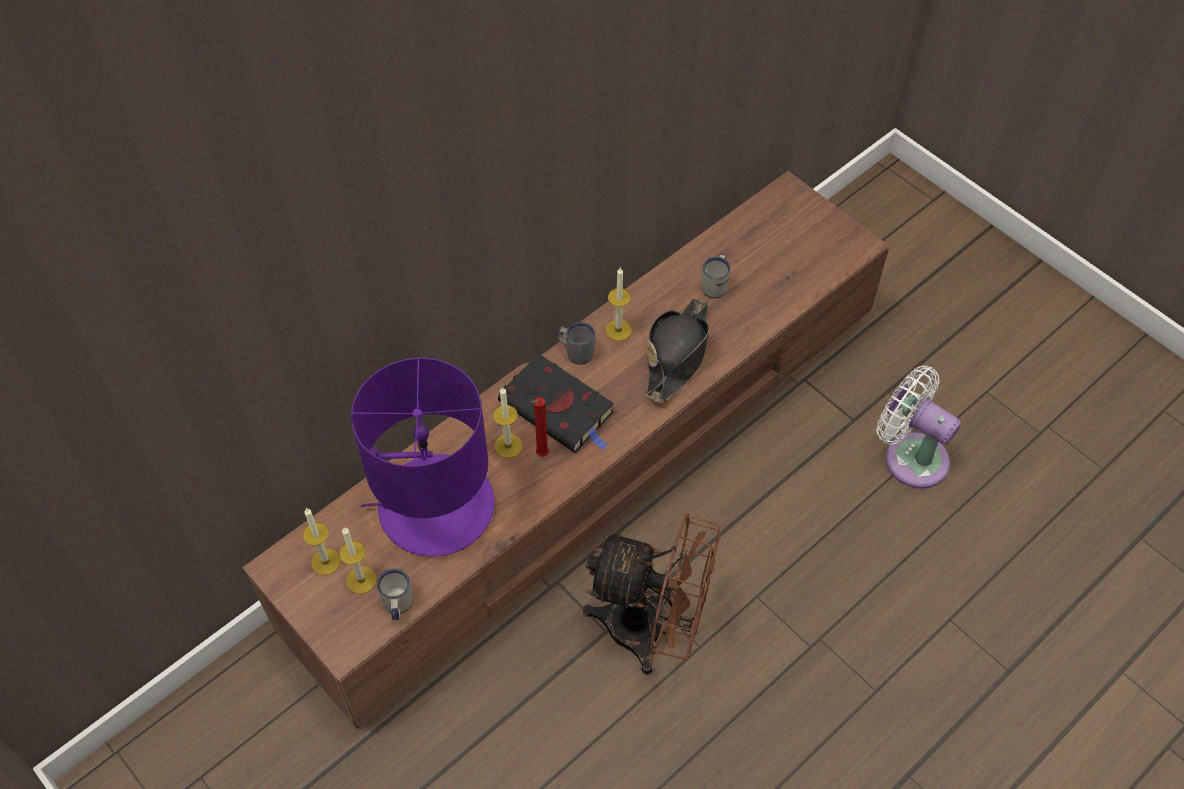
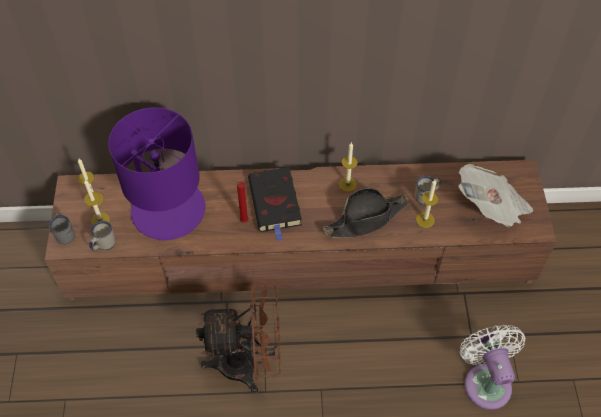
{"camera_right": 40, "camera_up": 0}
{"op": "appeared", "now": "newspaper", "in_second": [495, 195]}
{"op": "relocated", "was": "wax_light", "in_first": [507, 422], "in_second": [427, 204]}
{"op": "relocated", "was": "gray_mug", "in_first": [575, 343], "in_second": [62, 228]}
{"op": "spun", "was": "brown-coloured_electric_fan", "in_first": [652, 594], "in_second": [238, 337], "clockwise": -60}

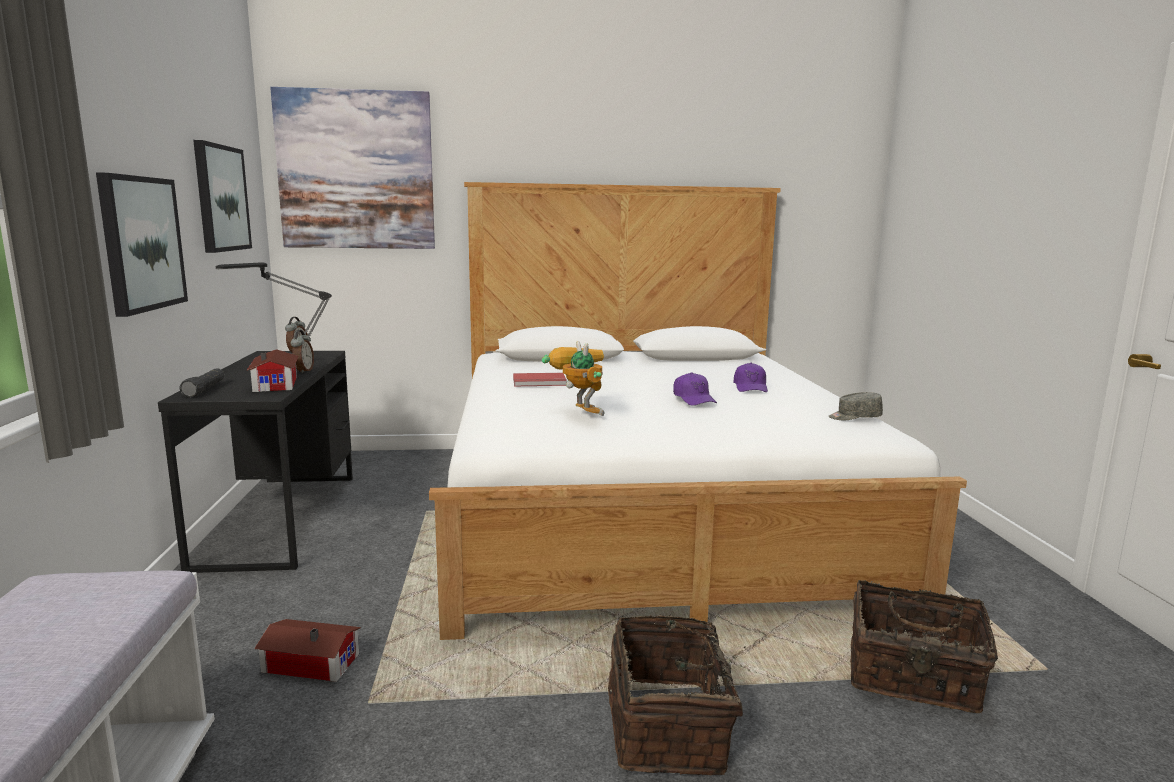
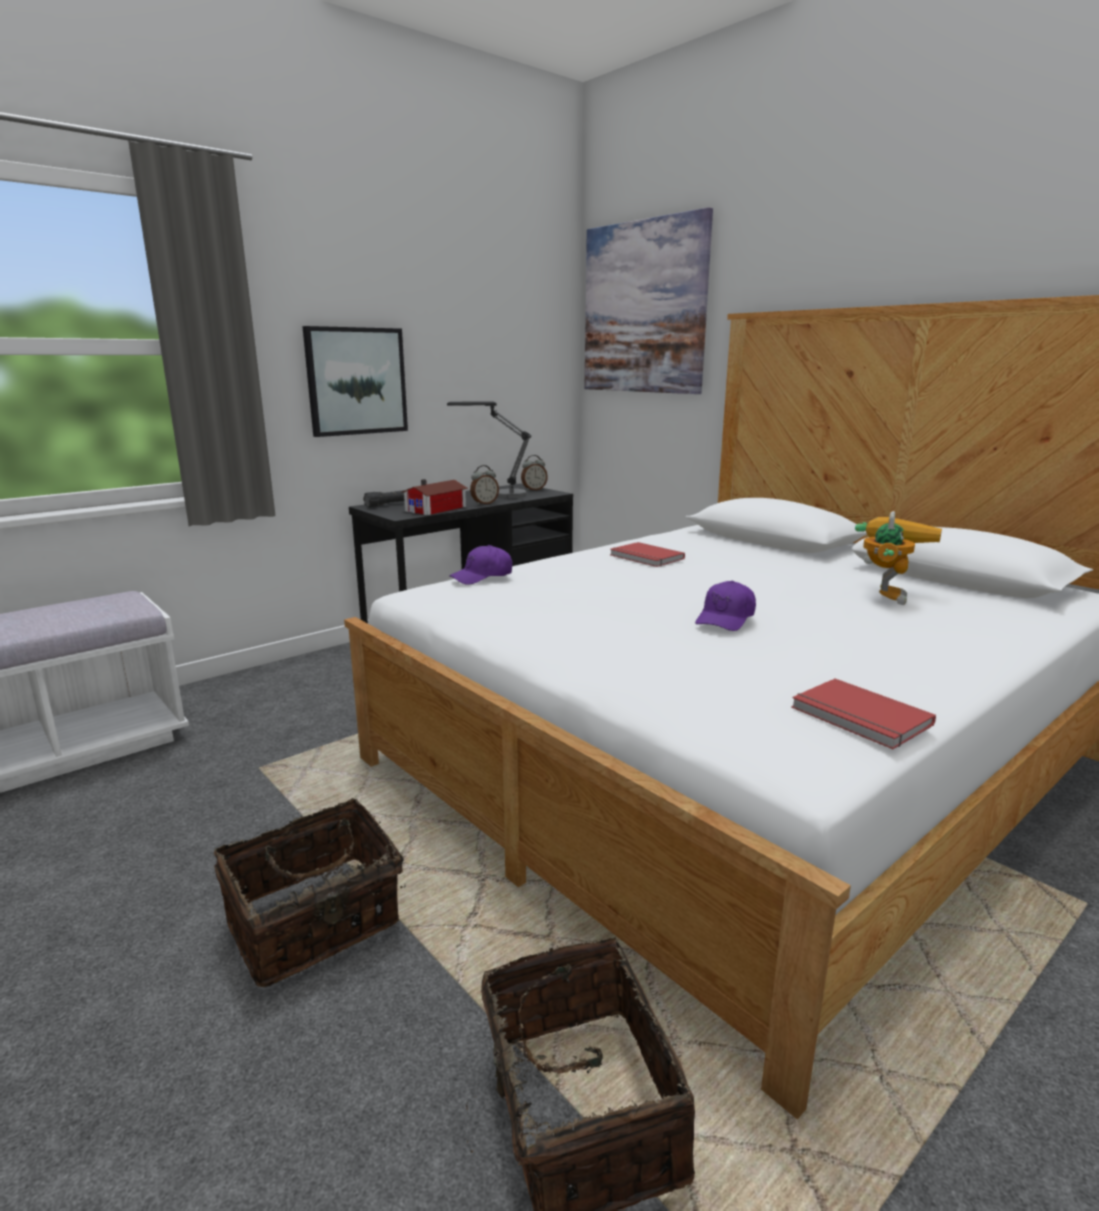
{"camera_right": 55, "camera_up": 5}
{"op": "missing", "was": "picture", "in_first": [222, 196]}
{"op": "missing", "was": "miniature_house", "in_first": [307, 650]}
{"op": "relocated", "was": "robot_figure", "in_first": [573, 378], "in_second": [898, 558]}
{"op": "relocated", "was": "purple-coloured_peaked_cap", "in_first": [750, 377], "in_second": [480, 565]}
{"op": "exchanged", "was": "gray_peaked_cap", "now": "reddish_bound_book", "in_first": [856, 406], "in_second": [863, 713]}

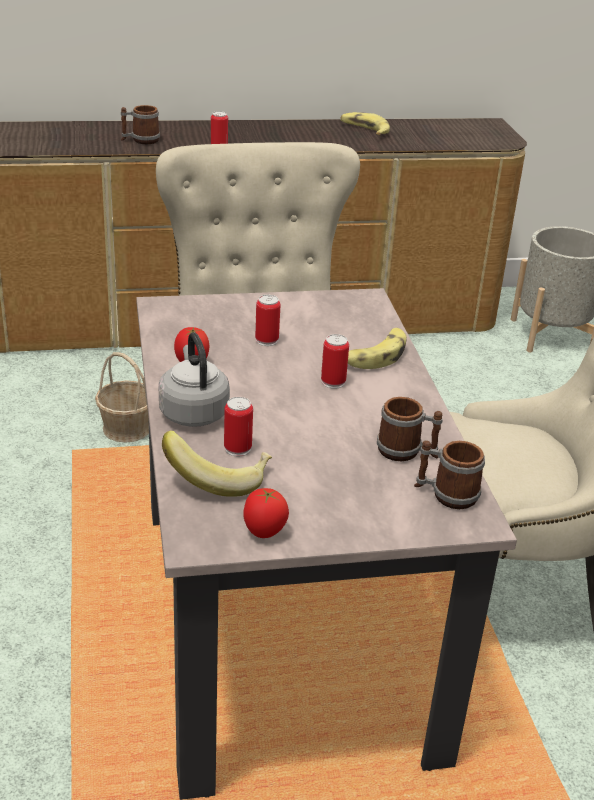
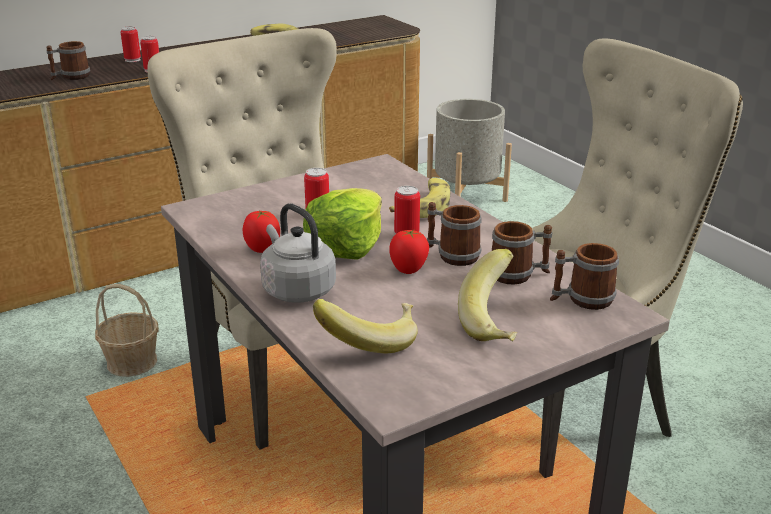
{"camera_right": -20, "camera_up": -5}
{"op": "appeared", "now": "lettuce", "in_second": [342, 224]}
{"op": "appeared", "now": "mug", "in_second": [454, 234]}
{"op": "appeared", "now": "banana", "in_second": [487, 295]}
{"op": "relocated", "was": "sealed_can", "in_first": [238, 426], "in_second": [131, 44]}
{"op": "relocated", "was": "fresh_tomato", "in_first": [266, 513], "in_second": [409, 251]}

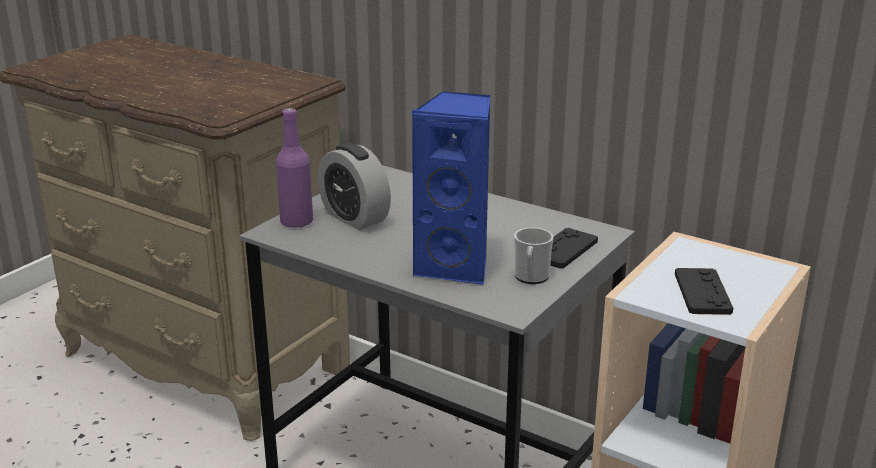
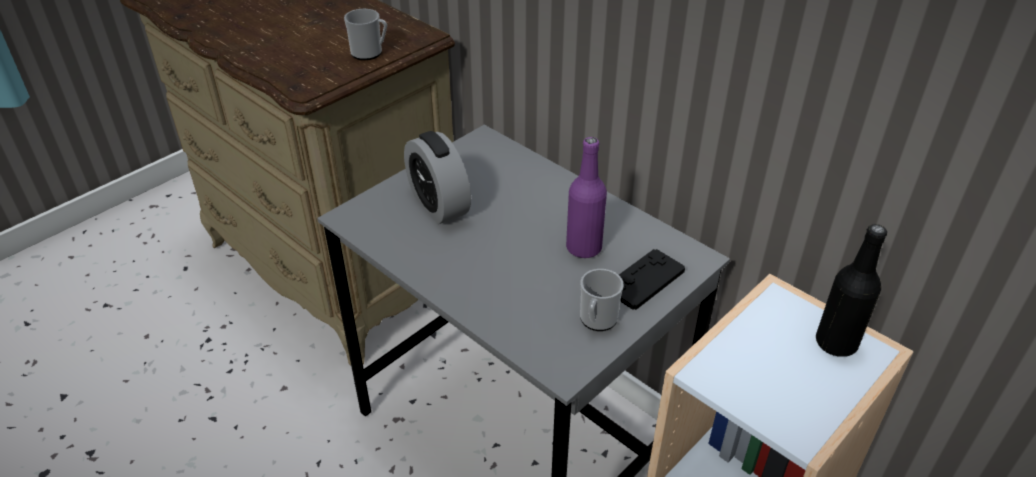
{"camera_right": 10, "camera_up": 15}
{"op": "missing", "was": "blue-coloured_audio_speaker", "in_first": [450, 188]}
{"op": "missing", "was": "black-coloured_game_controller", "in_first": [704, 291]}
{"op": "appeared", "now": "mug", "in_second": [365, 34]}
{"op": "appeared", "now": "black-coloured_drink_bottle", "in_second": [851, 290]}
{"op": "relocated", "was": "purple-coloured_drink_bottle", "in_first": [294, 168], "in_second": [586, 197]}

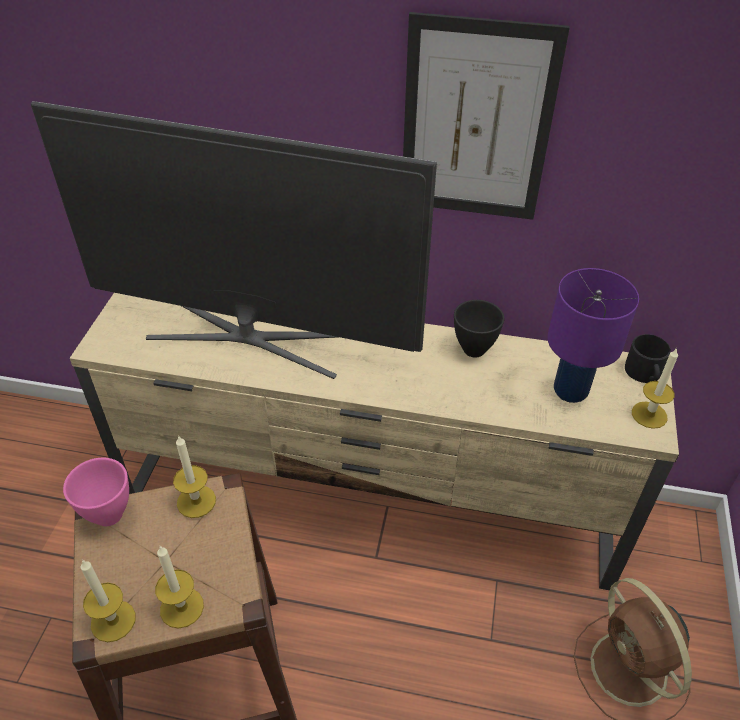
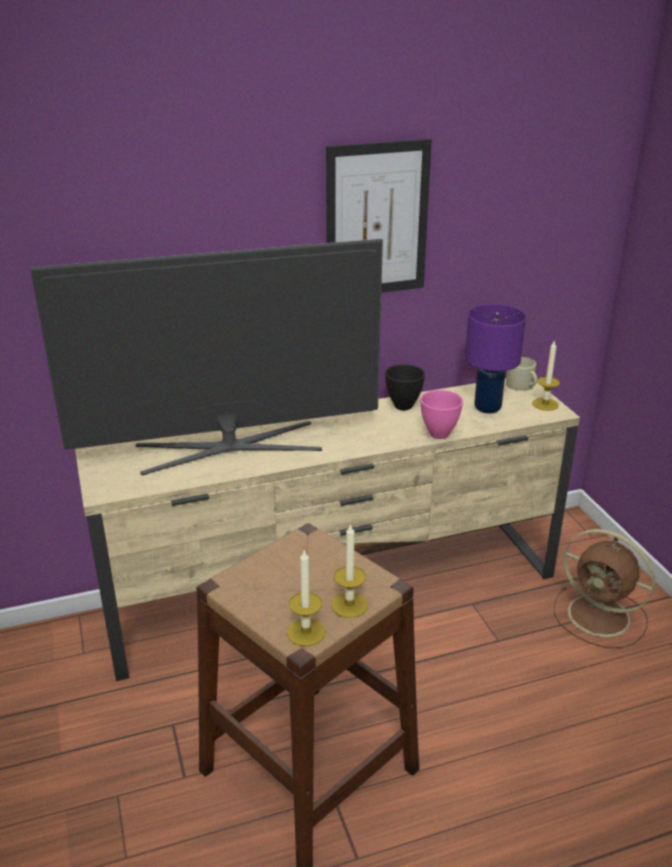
{"camera_right": -30, "camera_up": -15}
{"op": "missing", "was": "wax_light", "in_first": [194, 476]}
{"op": "relocated", "was": "pink-coloured_serving_bowl", "in_first": [96, 492], "in_second": [441, 414]}
{"op": "colour", "was": "black-coloured_mug", "now": "beige_mug", "in_first": [648, 358], "in_second": [522, 374]}

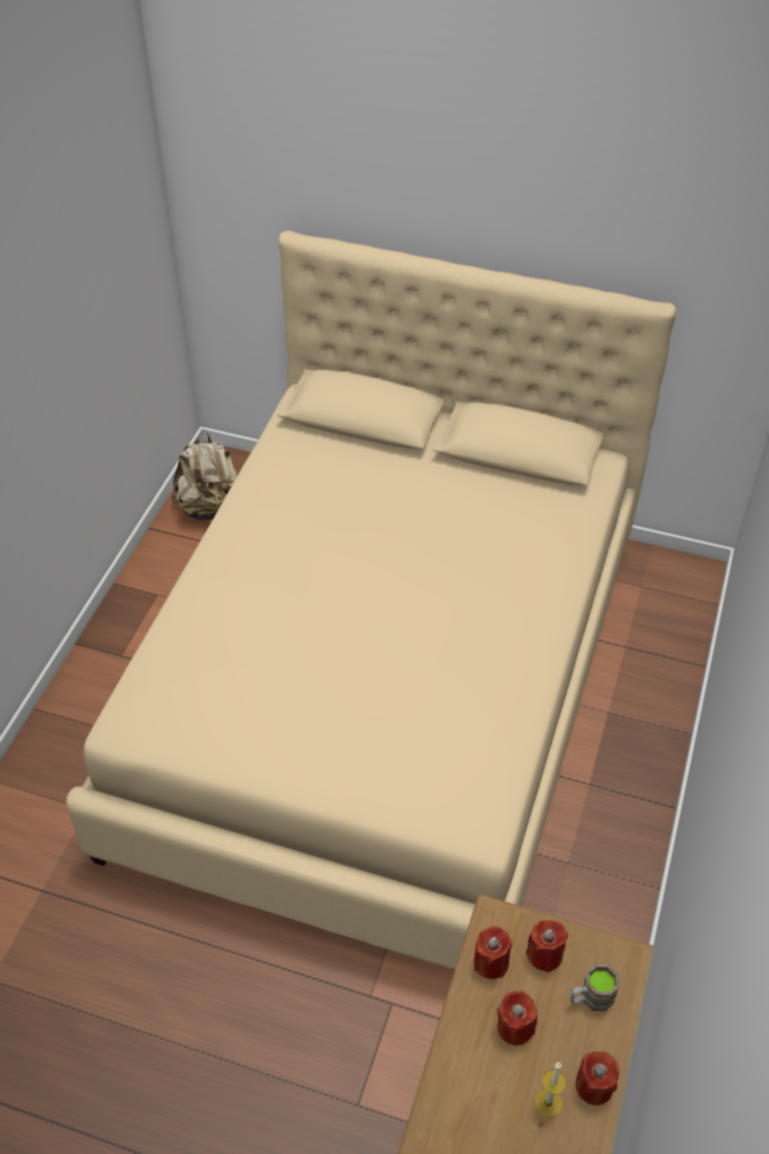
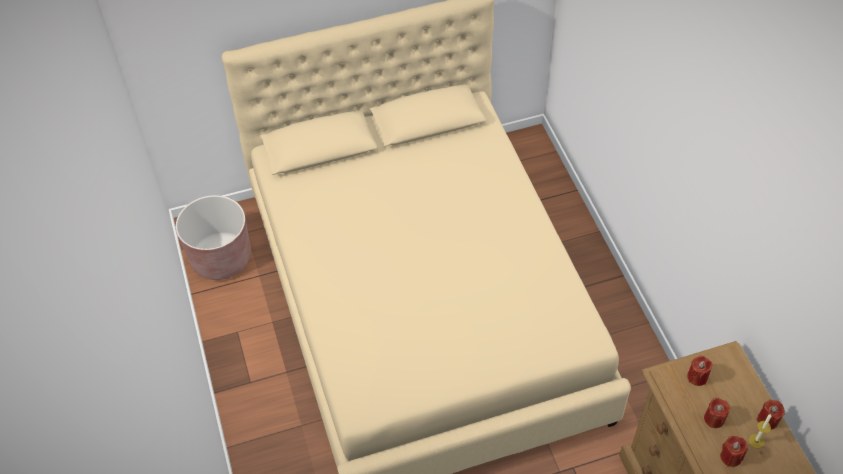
{"camera_right": -35, "camera_up": 5}
{"op": "missing", "was": "brown-coloured_mug", "in_first": [595, 988]}
{"op": "relocated", "was": "reddish_wax_light", "in_first": [493, 952], "in_second": [734, 451]}
{"op": "exchanged", "was": "beige_backpack", "now": "brown-coloured_plant_pot", "in_first": [204, 476], "in_second": [213, 237]}

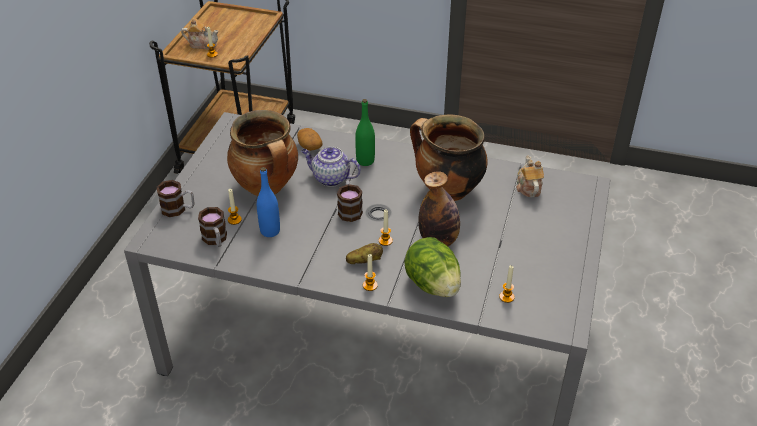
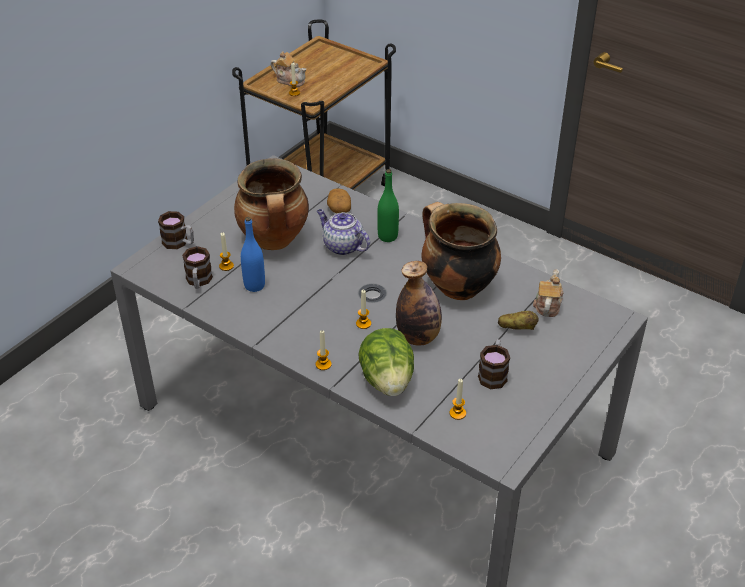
{"camera_right": 20, "camera_up": 0}
{"op": "relocated", "was": "mug", "in_first": [350, 201], "in_second": [494, 364]}
{"op": "relocated", "was": "whole_potato", "in_first": [364, 253], "in_second": [518, 320]}

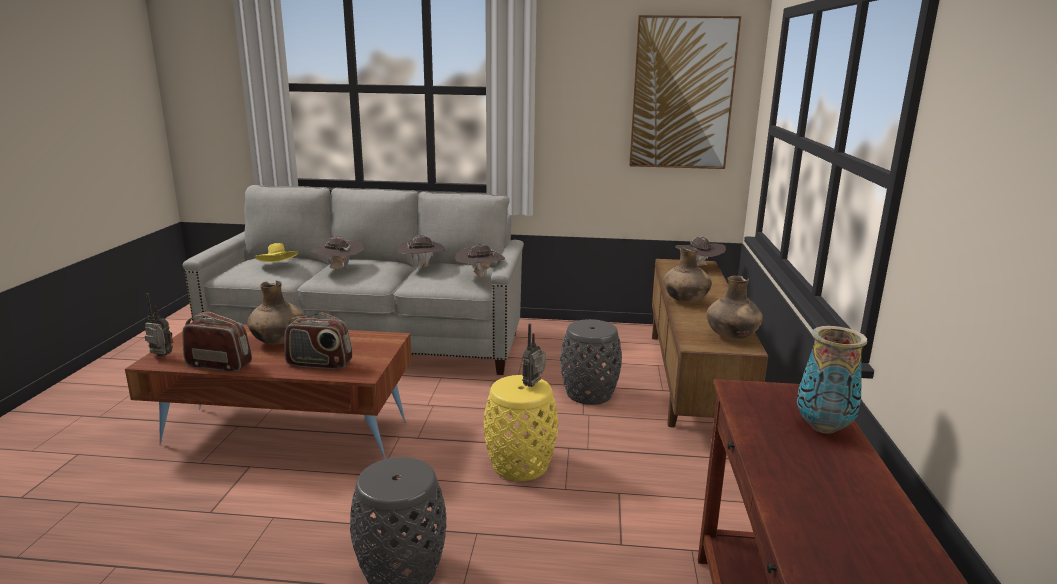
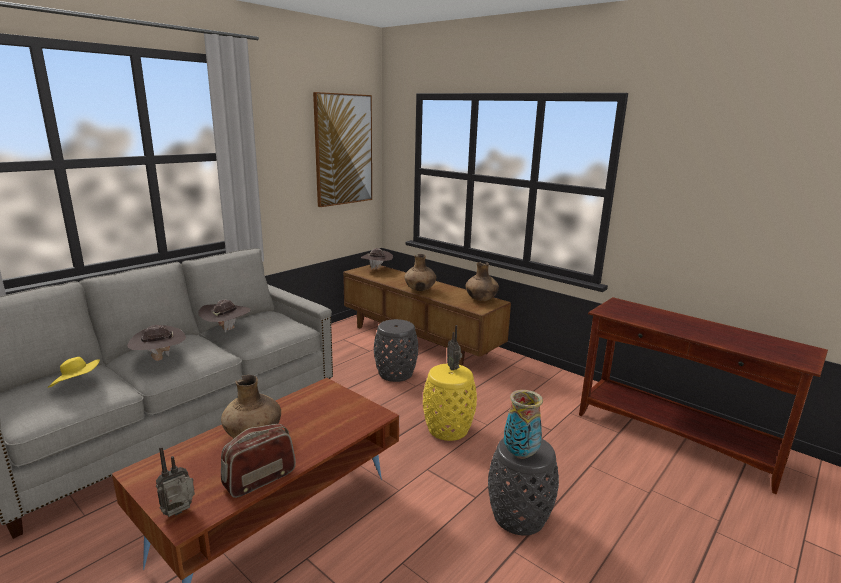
{"camera_right": -55, "camera_up": 0}
{"op": "missing", "was": "radio", "in_first": [318, 341]}
{"op": "missing", "was": "brown-coloured_clothing_hat", "in_first": [480, 260]}
{"op": "relocated", "was": "flower_vase", "in_first": [832, 380], "in_second": [523, 424]}

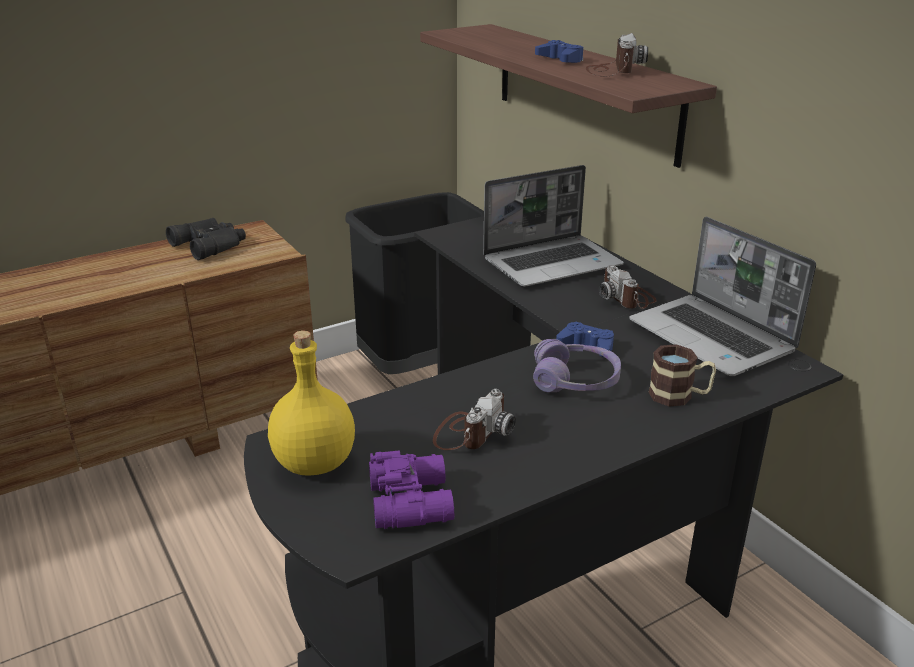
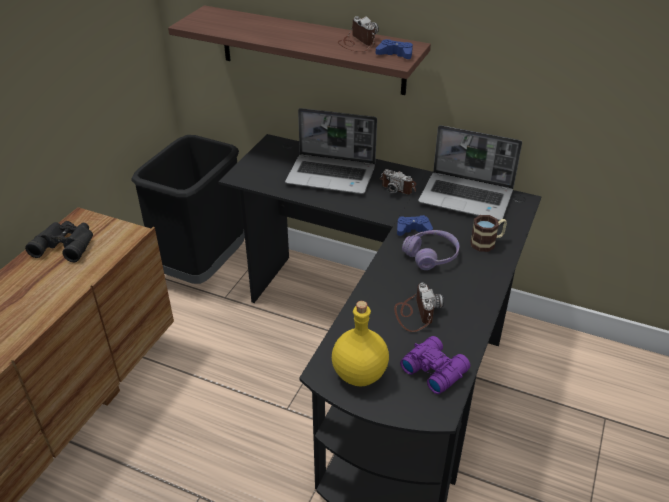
{"camera_right": -35, "camera_up": 10}
{"op": "relocated", "was": "blue-coloured_game_controller", "in_first": [559, 51], "in_second": [394, 49]}
{"op": "spun", "was": "laptop", "in_first": [553, 226], "in_second": [331, 151], "clockwise": 75}

